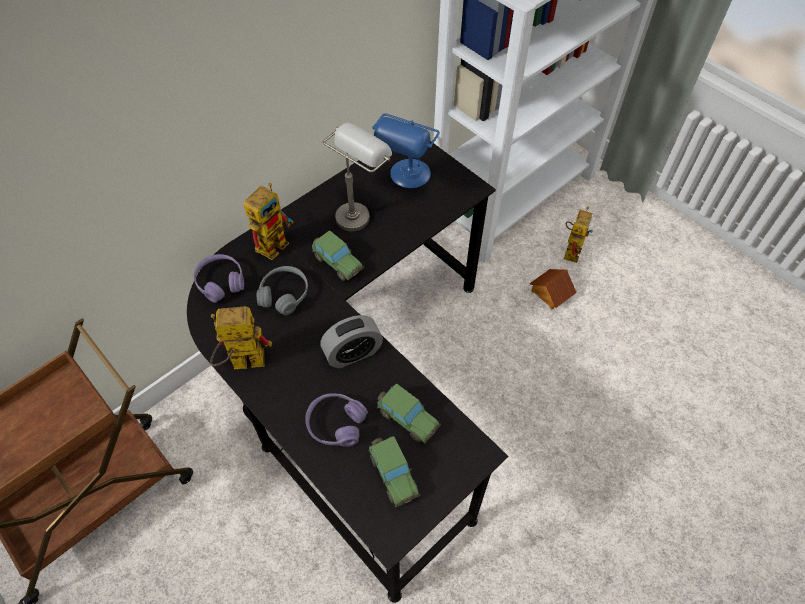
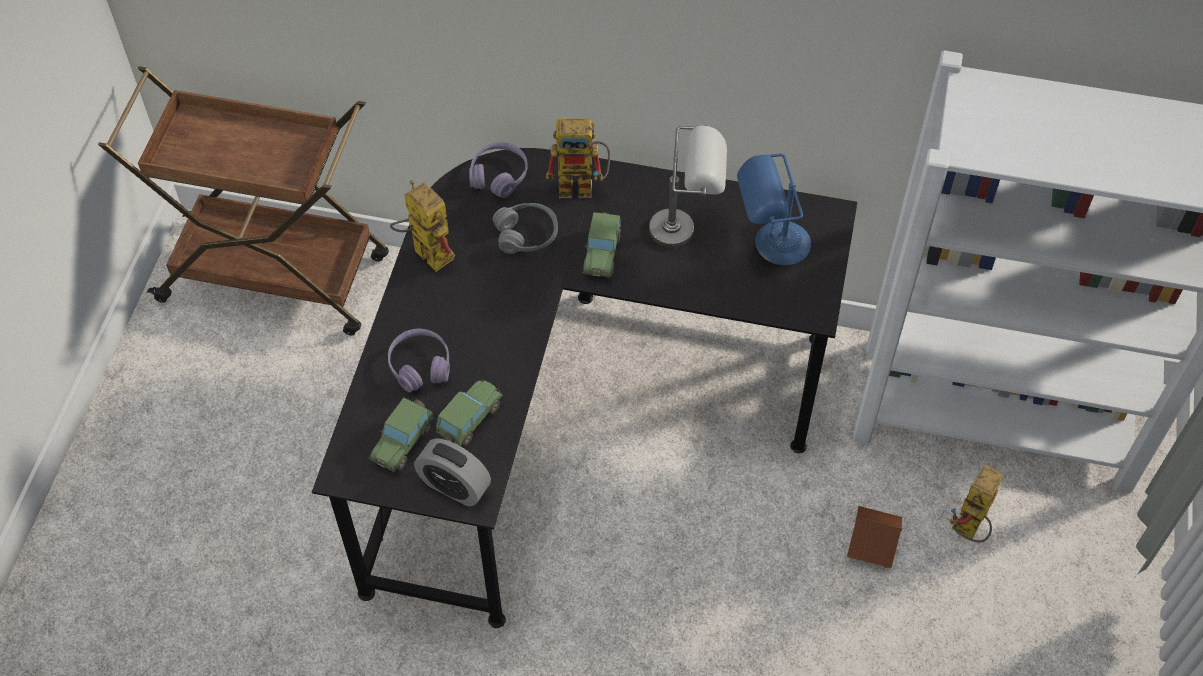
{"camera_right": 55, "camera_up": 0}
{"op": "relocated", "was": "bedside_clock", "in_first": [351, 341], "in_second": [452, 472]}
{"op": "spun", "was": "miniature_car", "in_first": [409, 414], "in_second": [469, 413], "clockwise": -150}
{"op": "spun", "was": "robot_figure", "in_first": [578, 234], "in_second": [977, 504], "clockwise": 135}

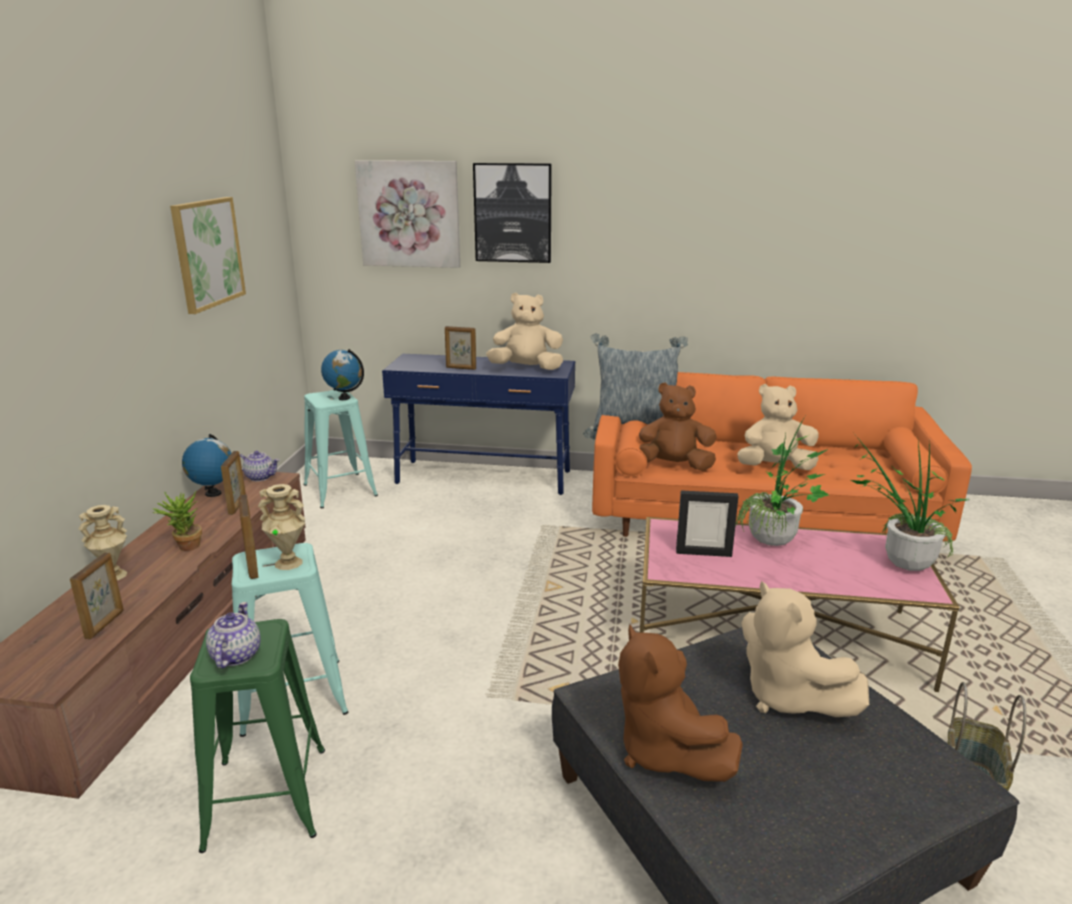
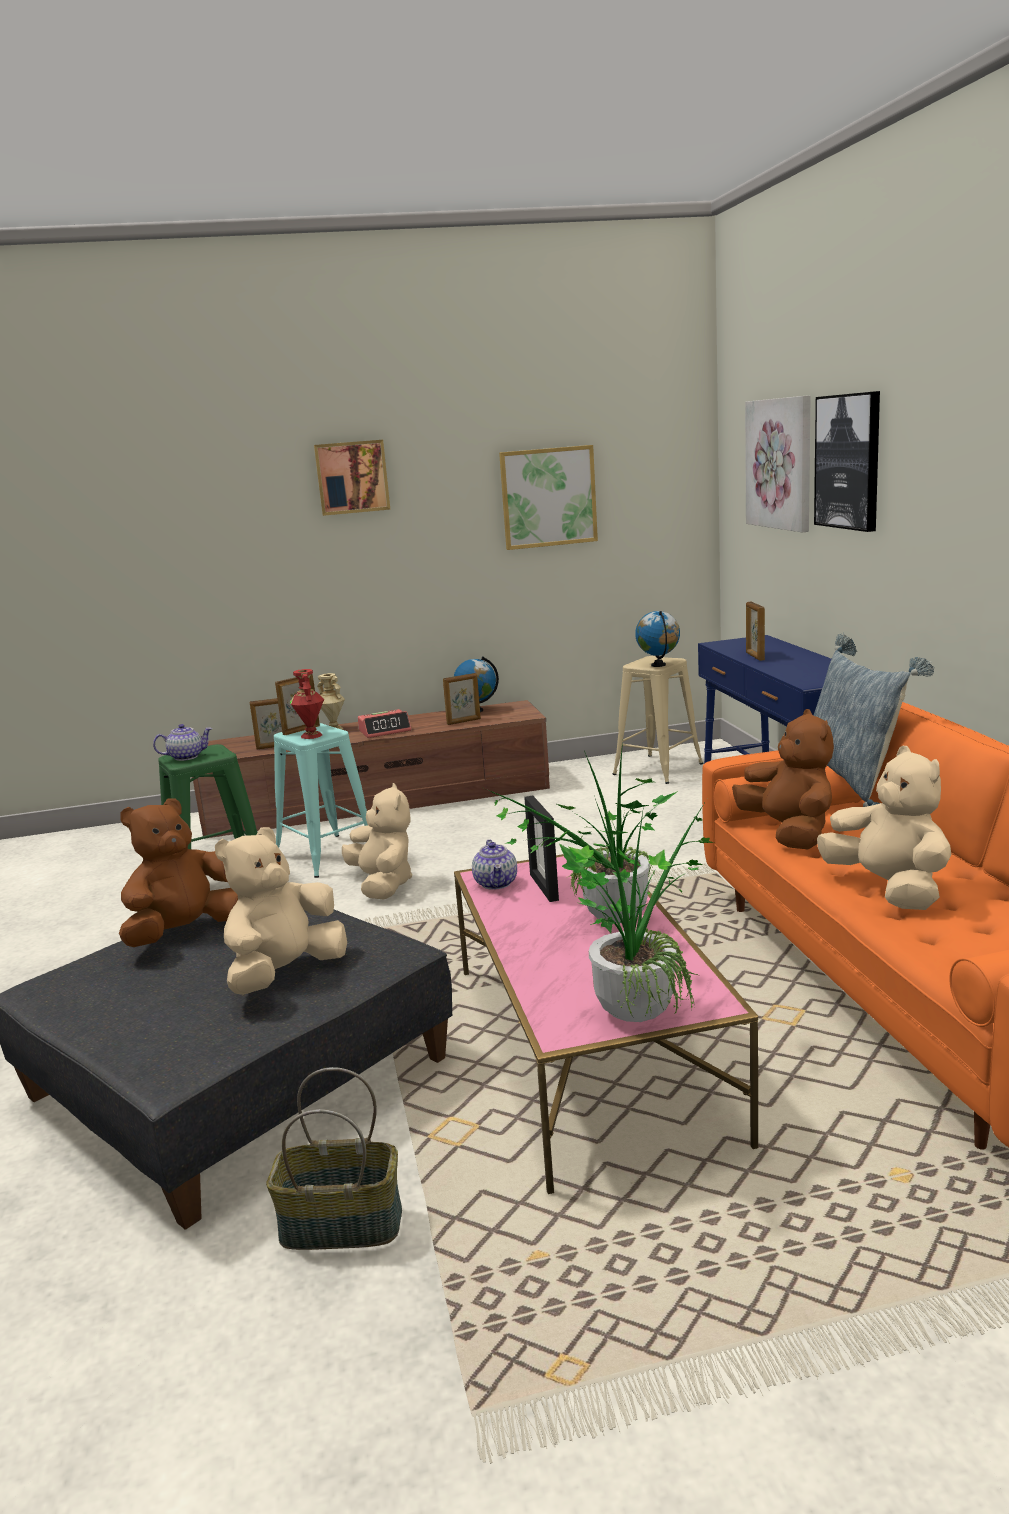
{"camera_right": 70, "camera_up": -5}
{"op": "appeared", "now": "picture", "in_second": [352, 478]}
{"op": "relocated", "was": "pot_for_tea", "in_first": [260, 466], "in_second": [494, 864]}
{"op": "relocated", "was": "beige_plush_toy", "in_first": [524, 331], "in_second": [377, 841]}
{"op": "exchanged", "was": "plant_in_a_pot", "now": "bedside_clock", "in_first": [177, 521], "in_second": [385, 723]}
{"op": "colour", "was": "beige_flower_vase", "now": "reddish_flower_vase", "in_first": [281, 527], "in_second": [307, 704]}
{"op": "colour", "was": "turquoise_sitting_stool", "now": "beige_sitting_stool", "in_first": [341, 449], "in_second": [658, 720]}

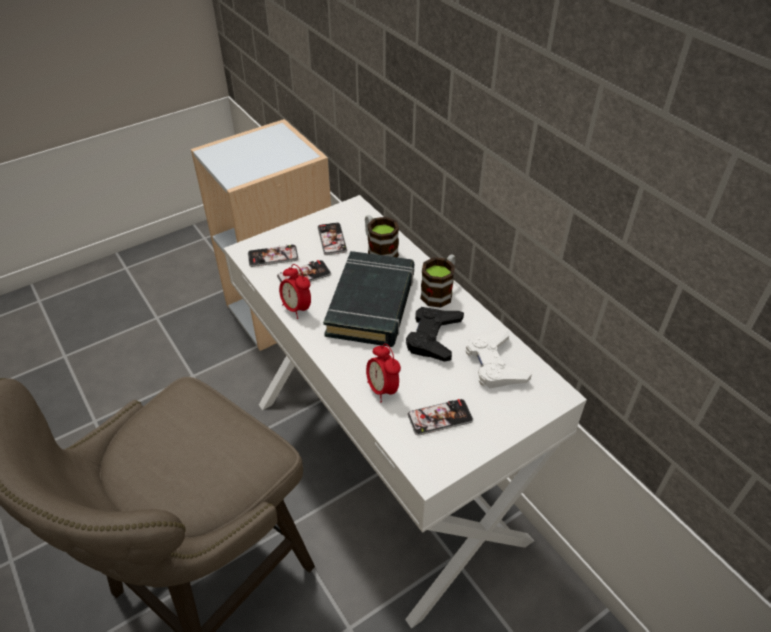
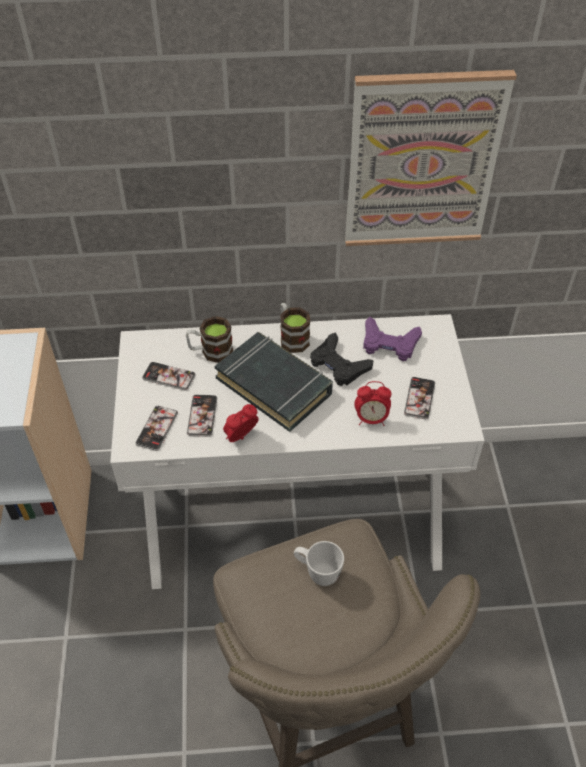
{"camera_right": -60, "camera_up": 5}
{"op": "appeared", "now": "white-coloured_mug", "in_second": [319, 563]}
{"op": "appeared", "now": "picture", "in_second": [431, 158]}
{"op": "colour", "was": "white-coloured_game_controller", "now": "purple-coloured_game_controller", "in_first": [498, 359], "in_second": [392, 339]}
{"op": "spun", "was": "bedside_clock", "in_first": [295, 291], "in_second": [241, 423], "clockwise": 150}

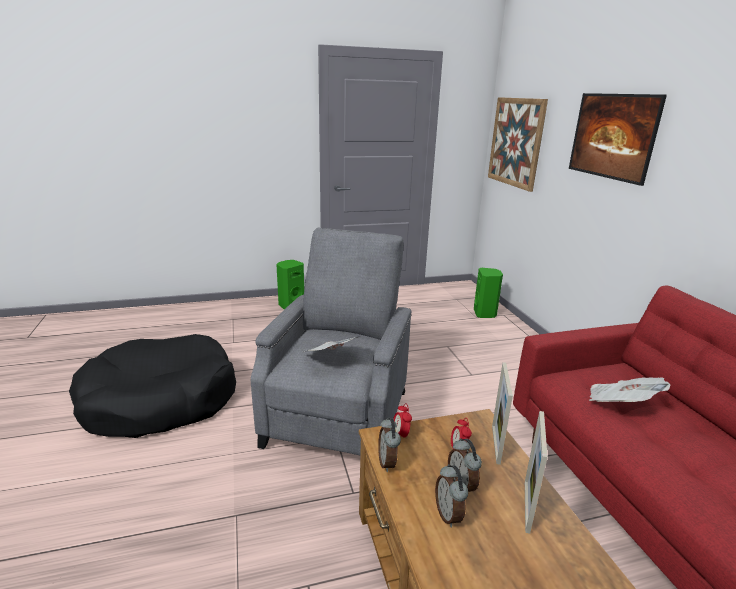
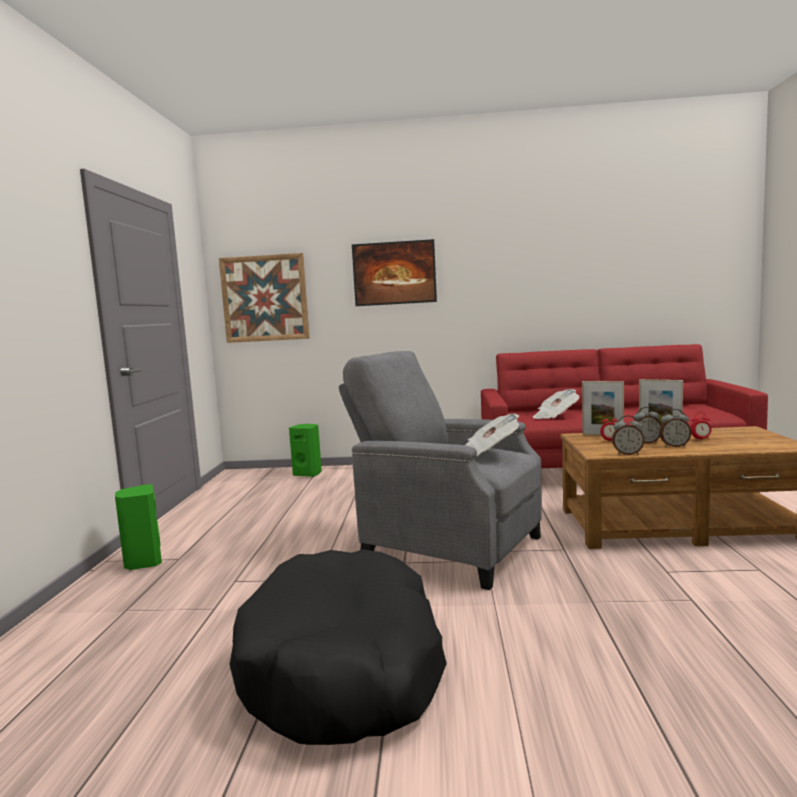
{"camera_right": -70, "camera_up": -15}
{"op": "relocated", "was": "bedside_clock", "in_first": [402, 420], "in_second": [701, 426]}

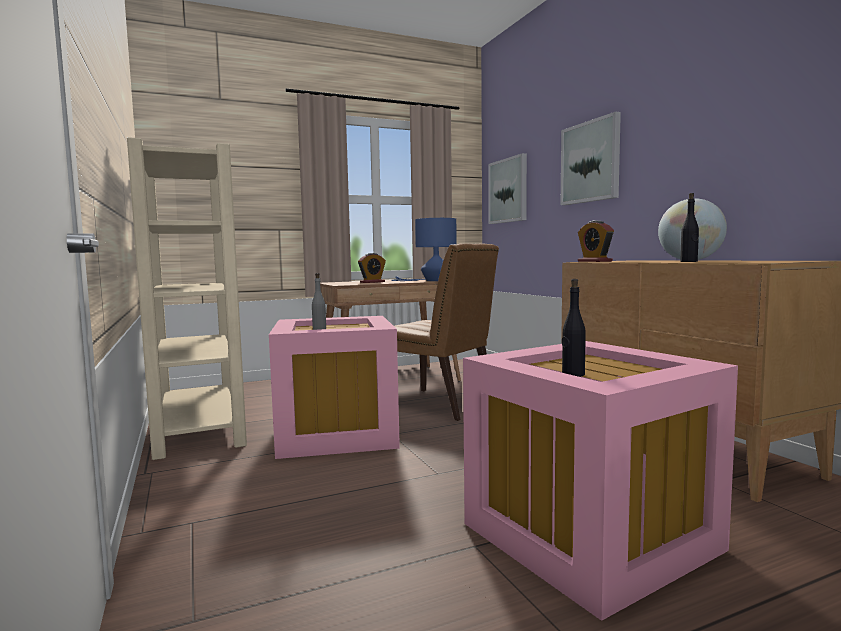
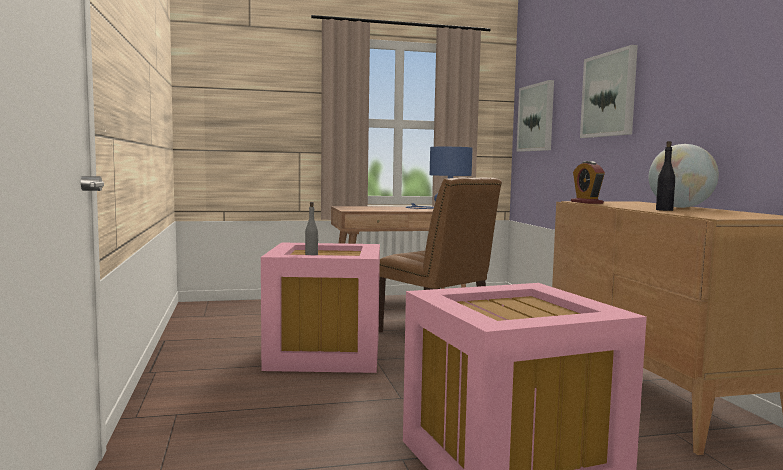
{"camera_right": 10, "camera_up": 0}
{"op": "missing", "was": "beige_bookcase", "in_first": [187, 298]}
{"op": "missing", "was": "bedside_clock", "in_first": [372, 268]}
{"op": "missing", "was": "black-coloured_drink_bottle", "in_first": [574, 328]}

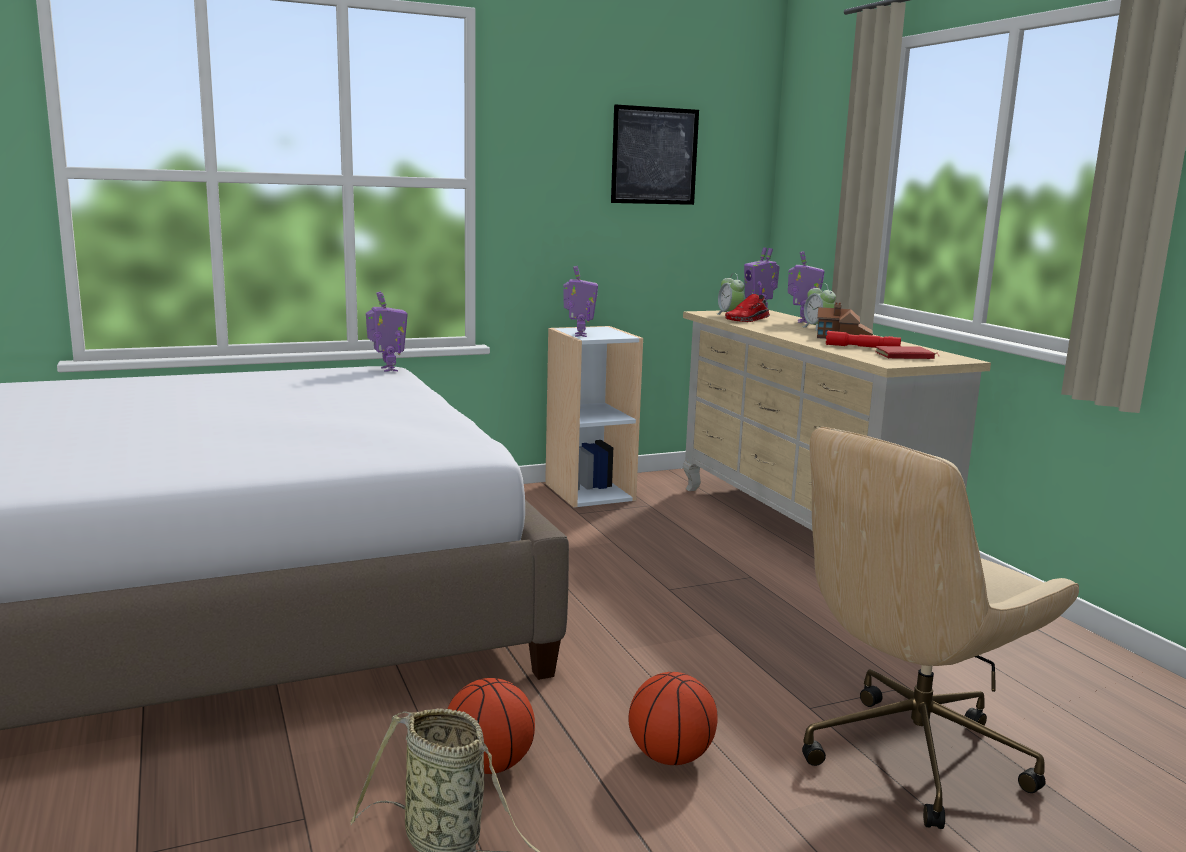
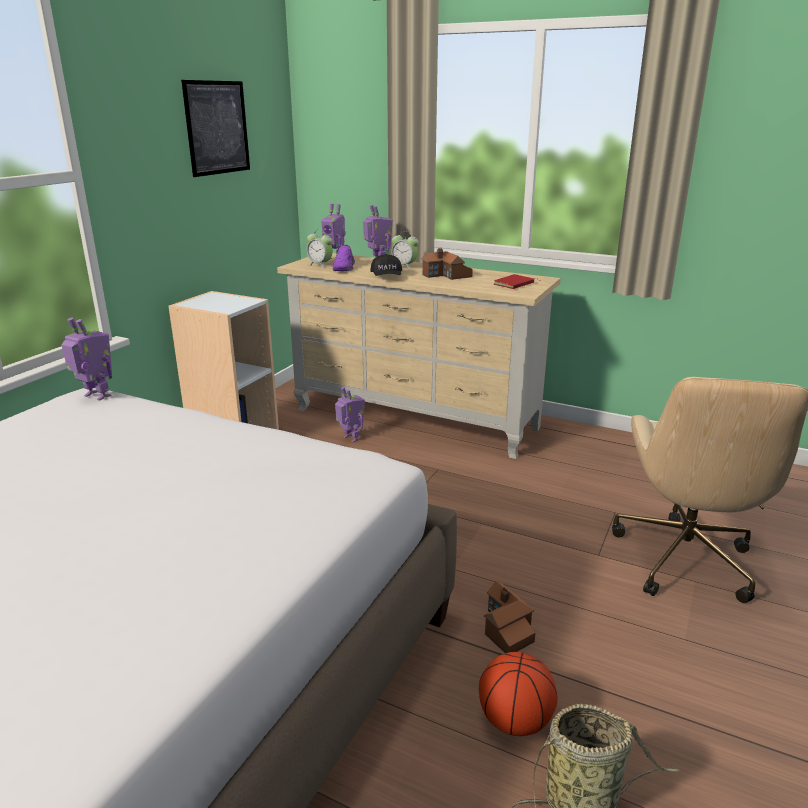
{"camera_right": -40, "camera_up": 10}
{"op": "missing", "was": "basketball_ball", "in_first": [673, 718]}
{"op": "missing", "was": "reddish_hand_torch", "in_first": [863, 339]}
{"op": "appeared", "now": "black-coloured_peaked_cap", "in_second": [386, 265]}
{"op": "appeared", "now": "miniature_house", "in_second": [510, 617]}
{"op": "relocated", "was": "robot_figure", "in_first": [580, 301], "in_second": [350, 415]}
{"op": "colour", "was": "reddish_item_of_footwear", "now": "purple-coloured_item_of_footwear", "in_first": [747, 308], "in_second": [343, 258]}

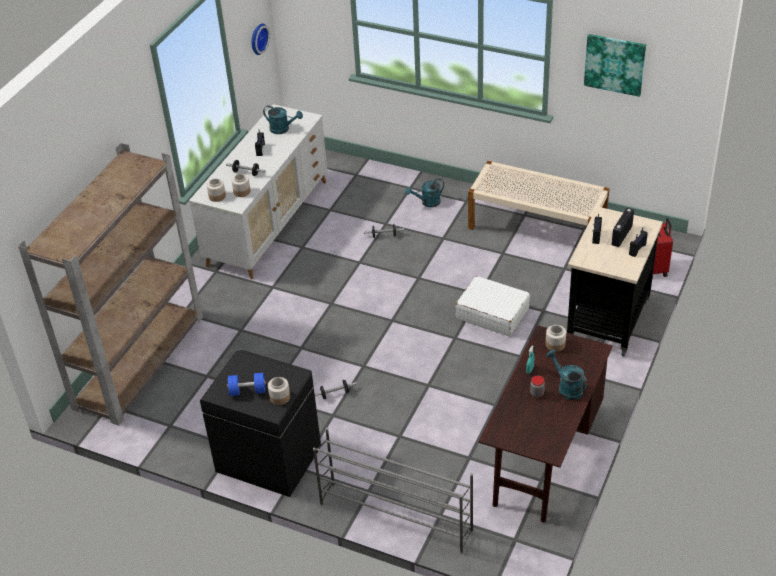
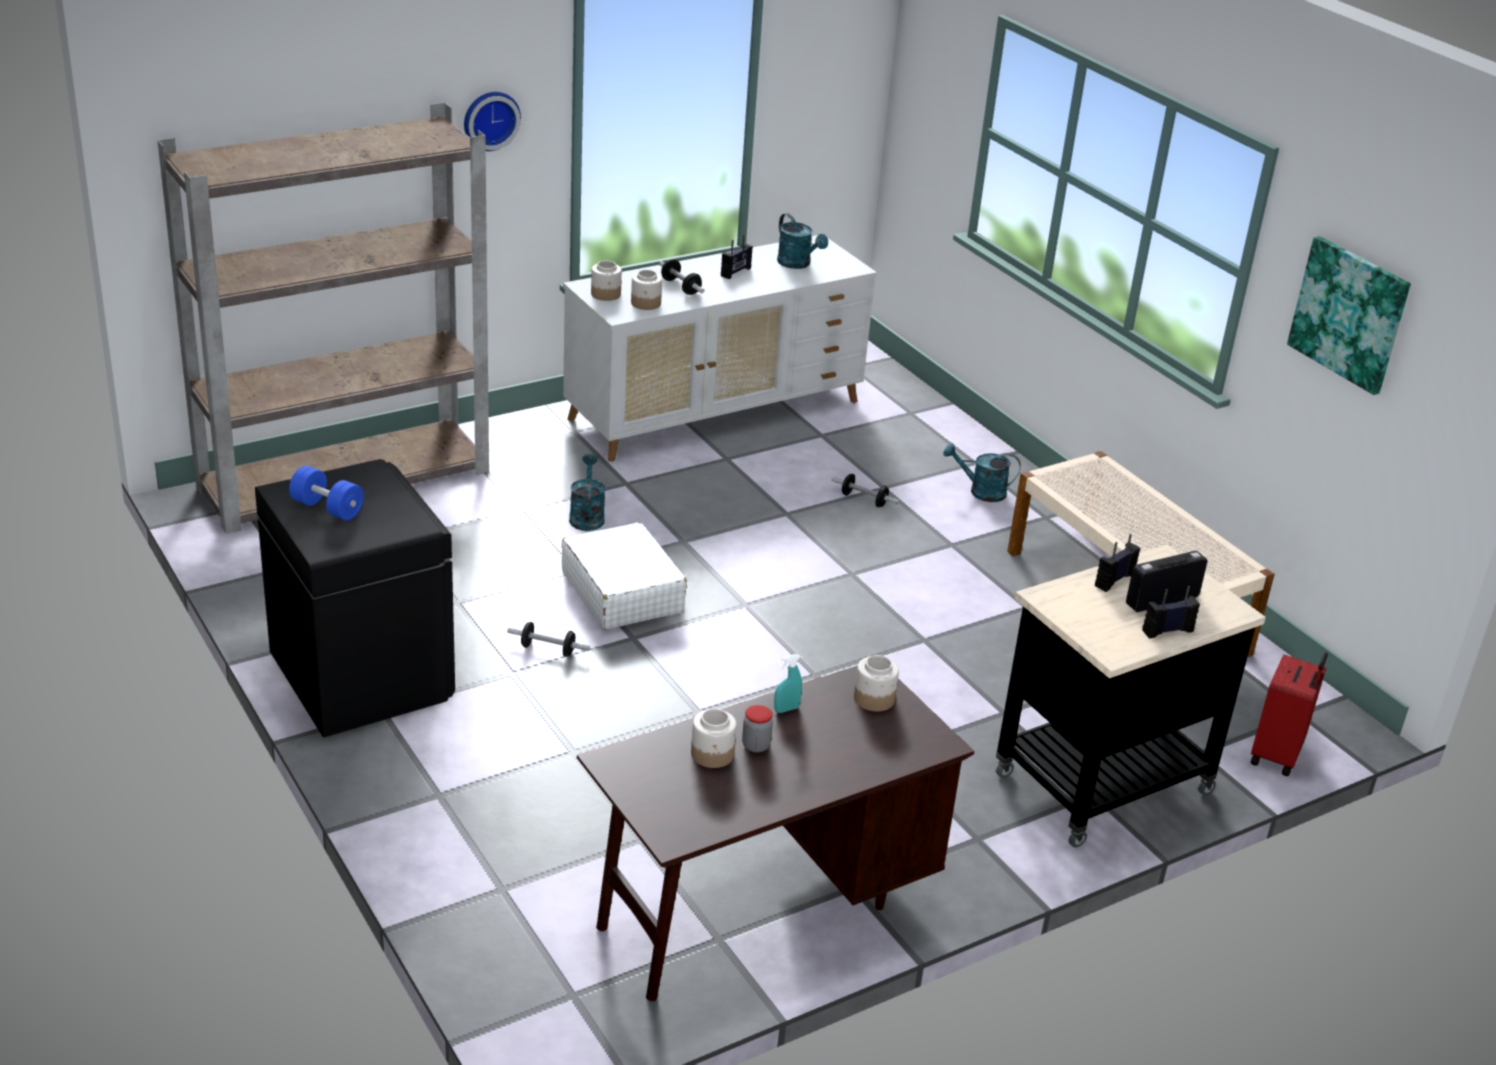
{"camera_right": 30, "camera_up": -10}
{"op": "missing", "was": "gray_shoe_stand", "in_first": [393, 491]}
{"op": "relocated", "was": "clock_on_the_wall", "in_first": [260, 39], "in_second": [492, 121]}
{"op": "relocated", "was": "preserve_jar", "in_first": [279, 391], "in_second": [714, 738]}
{"op": "relocated", "was": "white-coloured_piece_of_luggage", "in_first": [493, 306], "in_second": [624, 575]}
{"op": "relocated", "was": "turquoise_sprinkling_can", "in_first": [566, 375], "in_second": [587, 492]}

